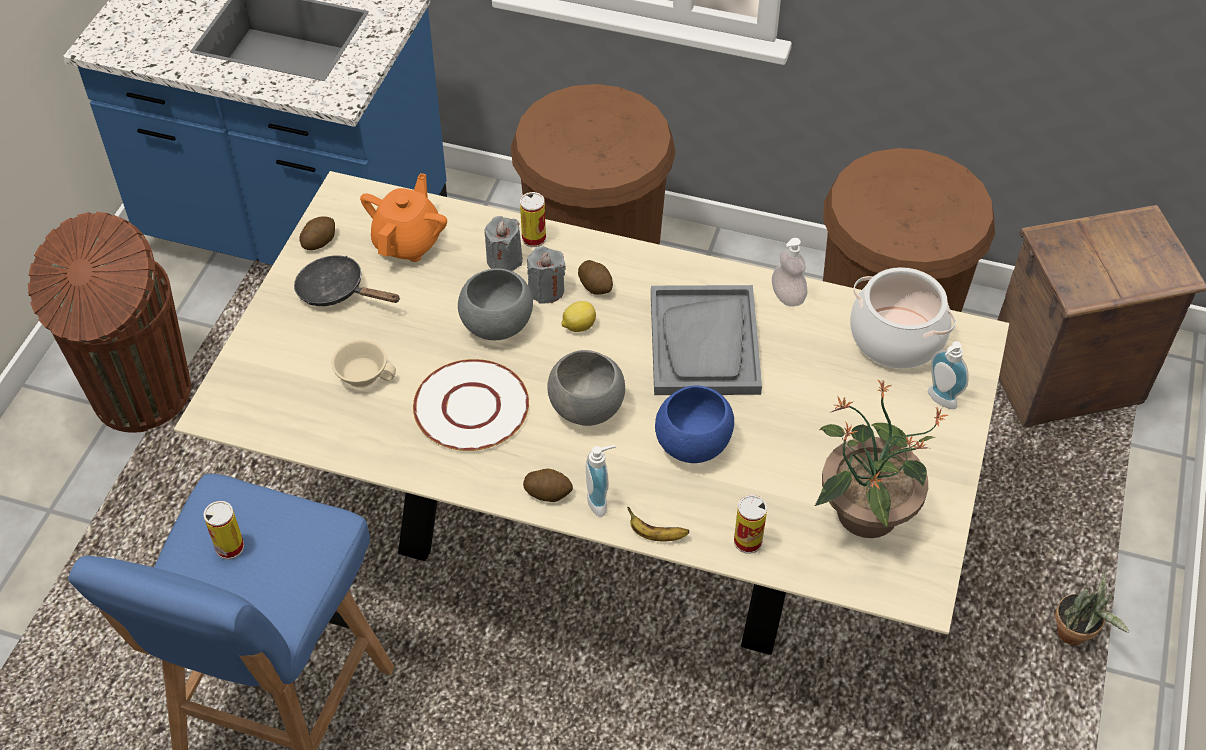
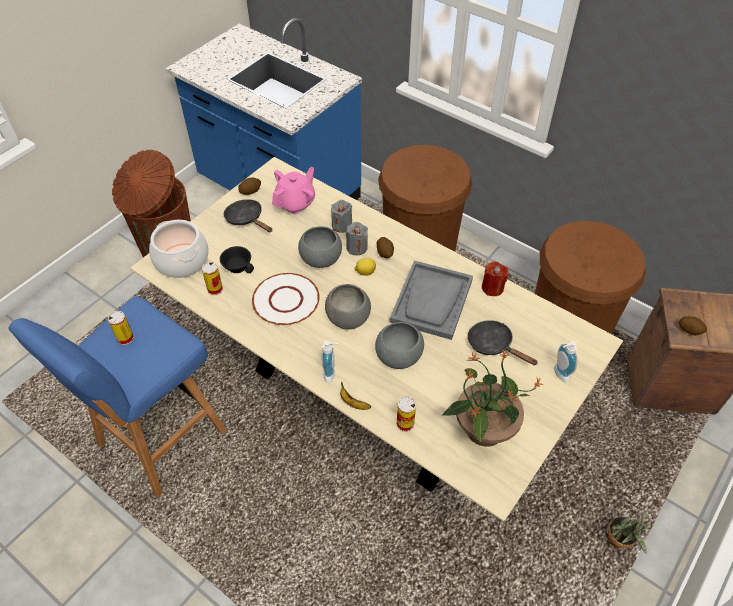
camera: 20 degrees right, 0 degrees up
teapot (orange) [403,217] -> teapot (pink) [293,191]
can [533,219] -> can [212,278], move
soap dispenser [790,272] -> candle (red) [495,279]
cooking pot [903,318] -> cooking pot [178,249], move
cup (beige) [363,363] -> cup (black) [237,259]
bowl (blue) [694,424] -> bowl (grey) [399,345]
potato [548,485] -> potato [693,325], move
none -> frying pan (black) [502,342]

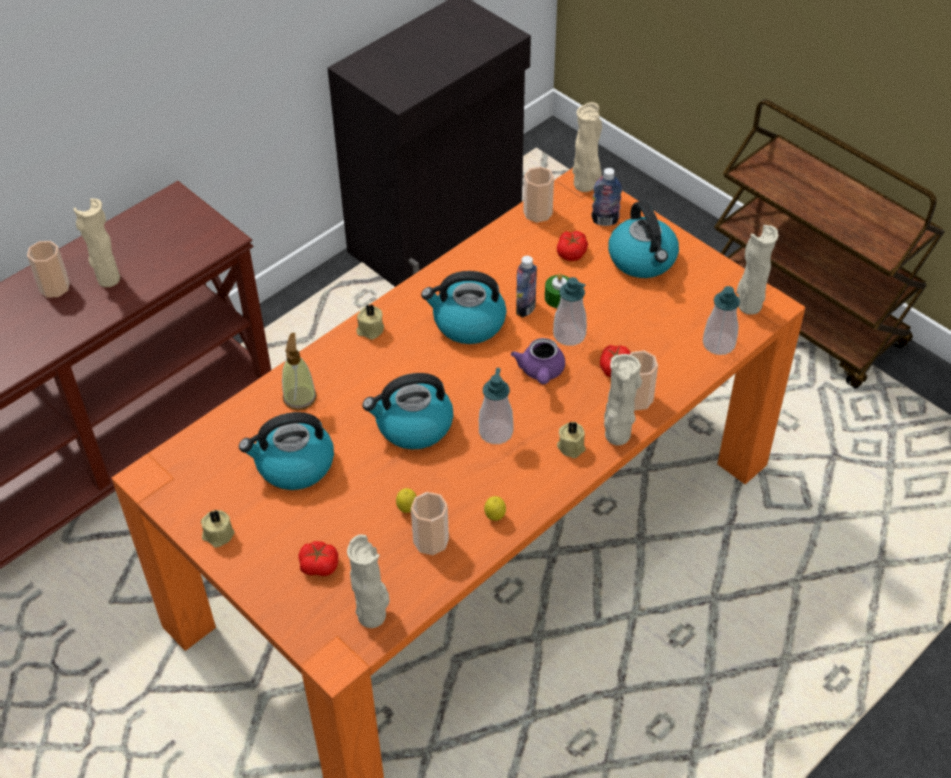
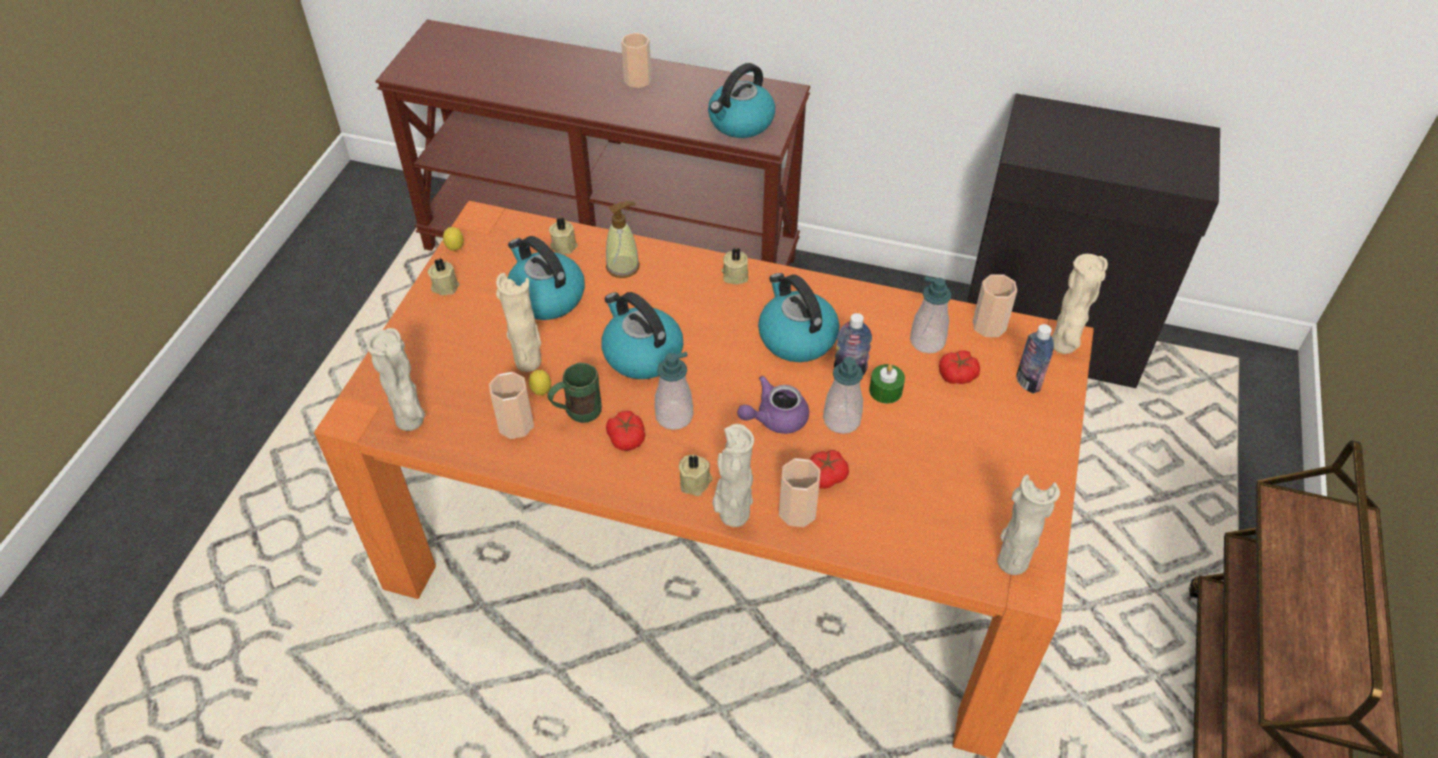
camera: 60 degrees right, 0 degrees up
vase (beige) [96,242] -> vase (beige) [519,322], move
kettle [643,239] -> kettle [741,100], move
soap dispenser [721,320] -> soap dispenser [930,315], move
lemon [495,508] -> lemon [453,239], move
tomato [318,558] -> tomato [625,431], move
none -> candle (beige) [563,236]
none -> mug (green) [574,393]

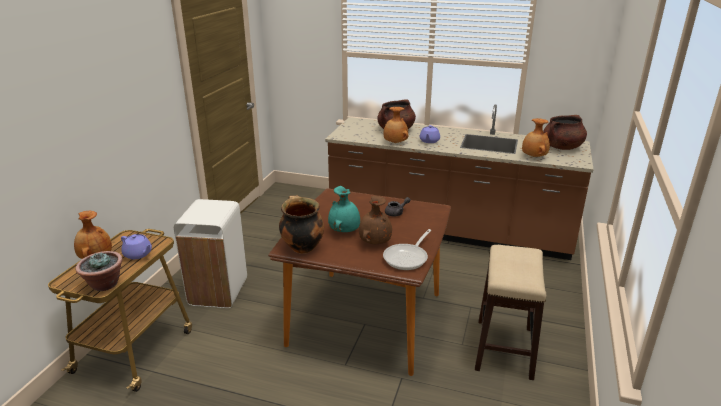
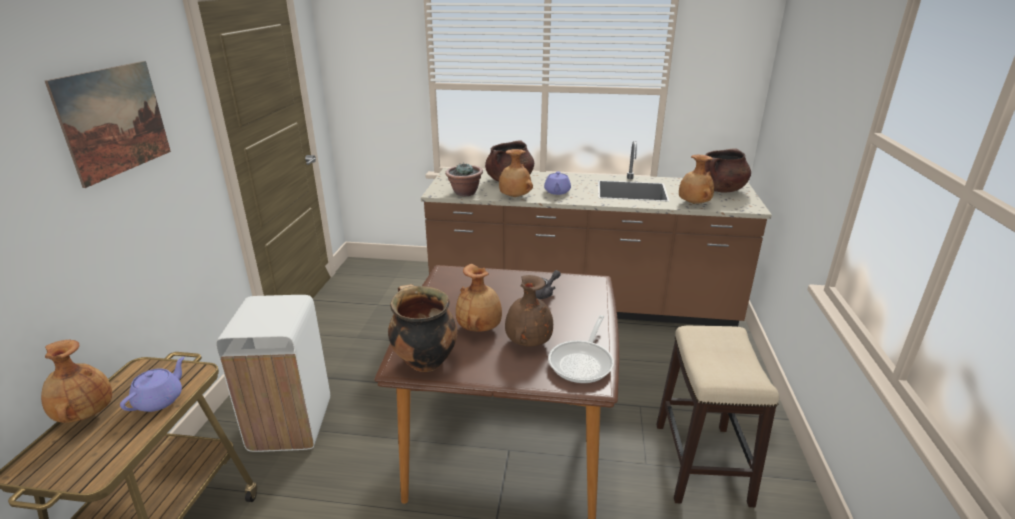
camera: 10 degrees left, 0 degrees up
vase (turquoise) [344,209] -> vase (brown) [479,298]
teapot (purple) [136,246] -> teapot (purple) [152,384], 90 degrees counterclockwise
potted plant [99,271] -> potted plant [464,179], move
none -> picture [108,124]

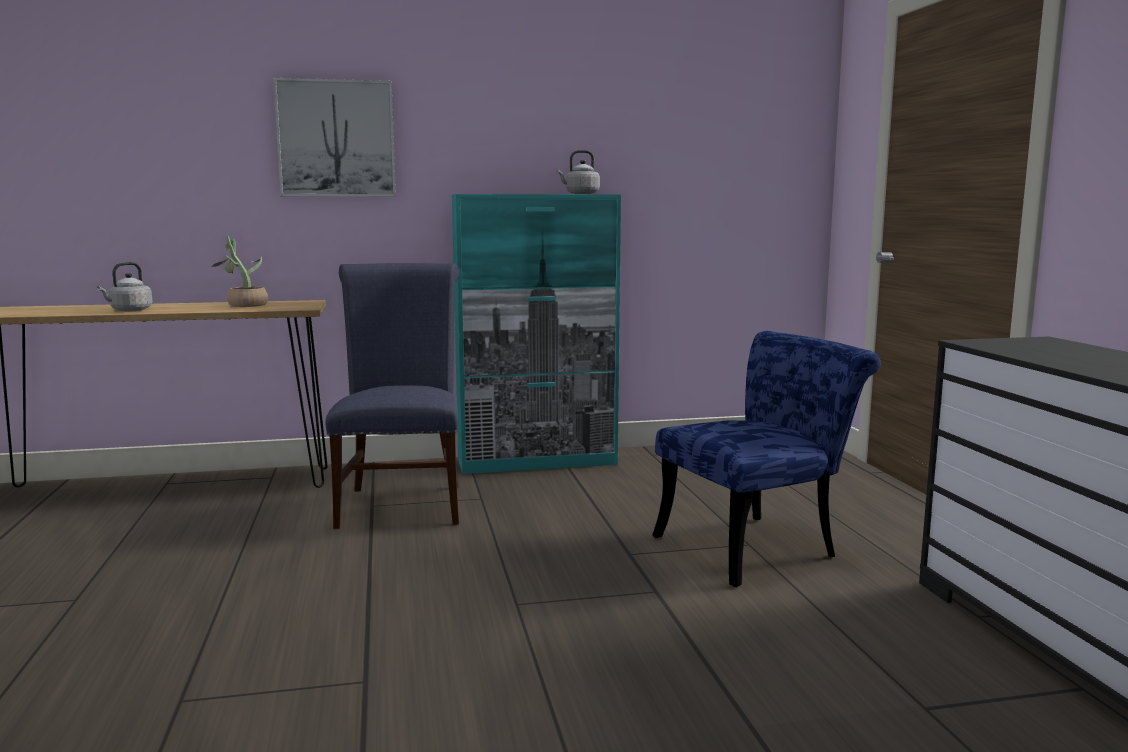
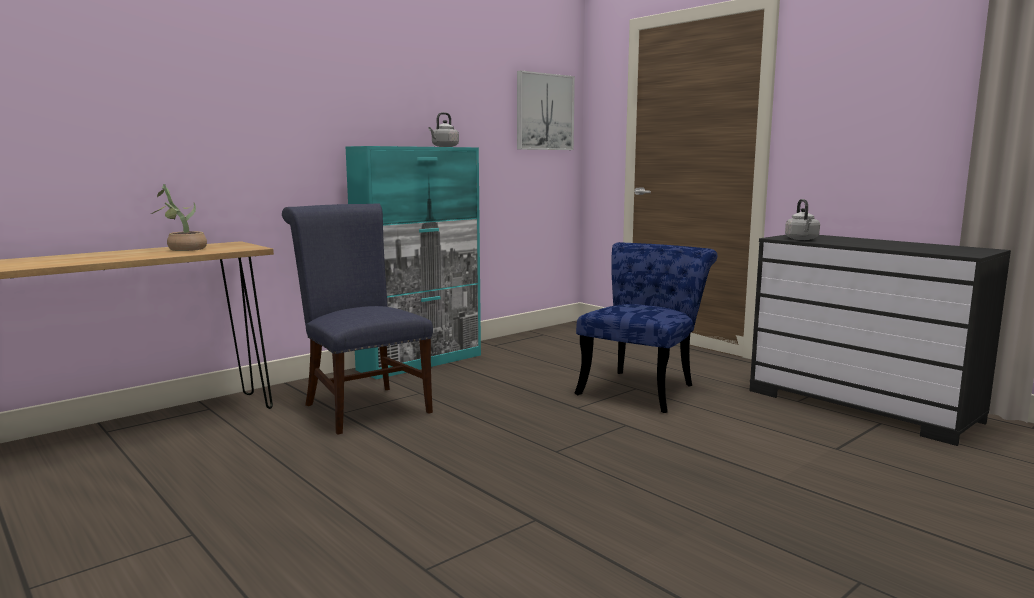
camera: 30 degrees left, 0 degrees up
picture [334,137] -> picture [546,110], move
kettle (grey) [125,287] -> kettle (grey) [802,219], move

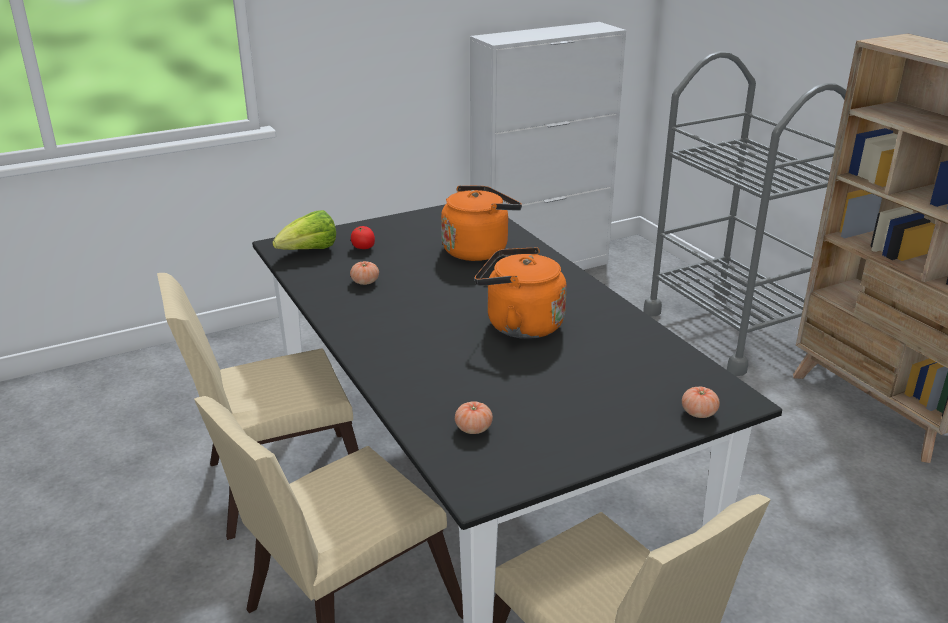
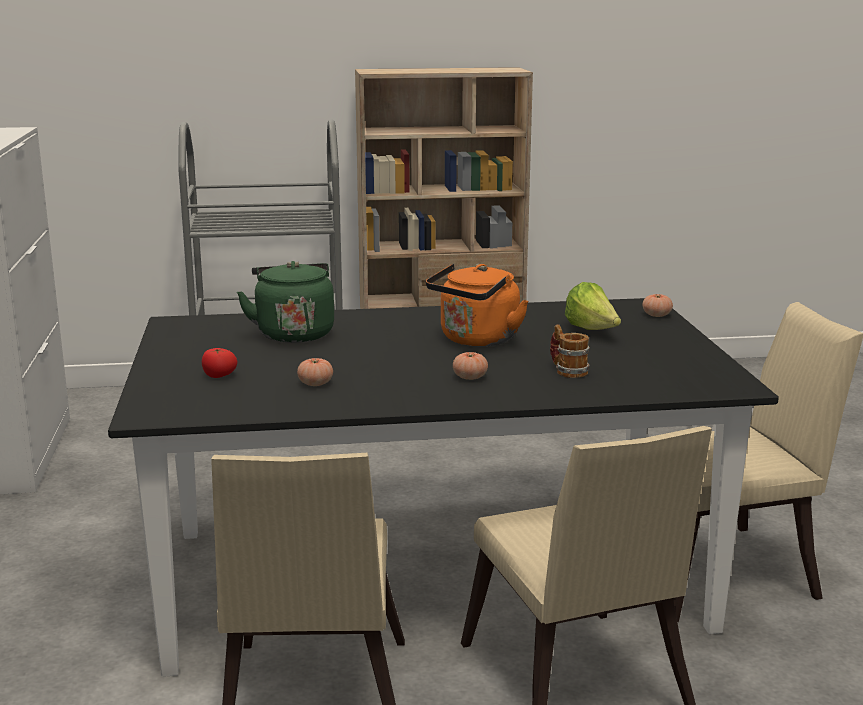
camera: 70 degrees left, 10 degrees down
kettle (orange) [481,223] -> kettle (green) [285,302]
lettuce [304,230] -> lettuce [593,306], move
tomato [474,417] -> tomato [470,366], move
none -> mug [570,351]

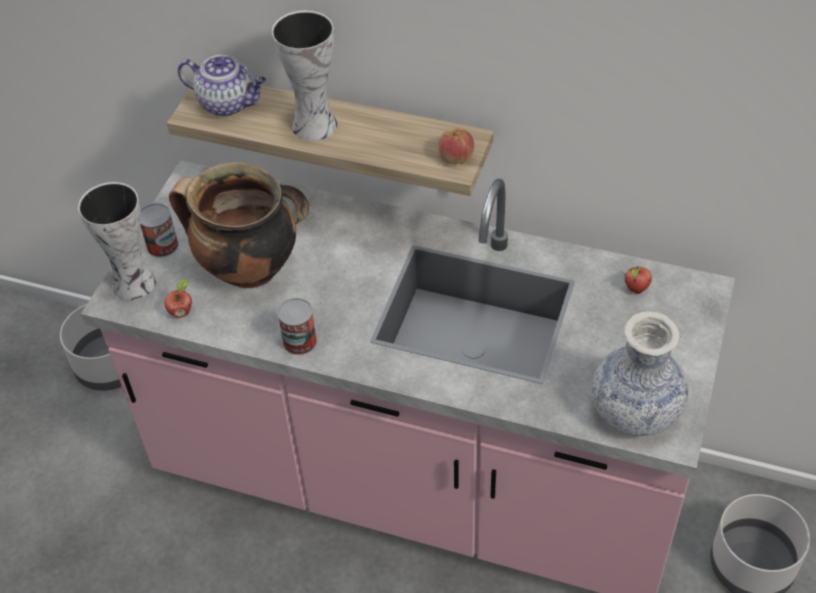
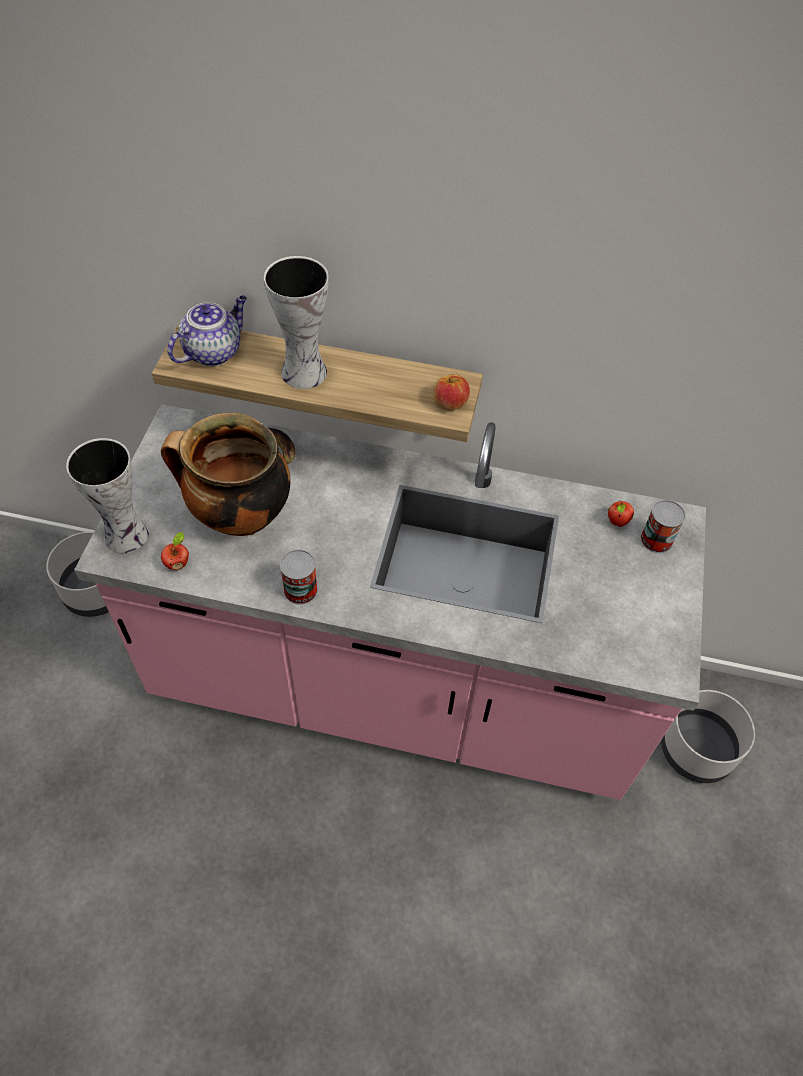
camera: 10 degrees left, 5 degrees up
teapot [222,86] -> teapot [207,330], 60 degrees counterclockwise
can [159,230] -> can [663,526], move
vase [640,373] -> none

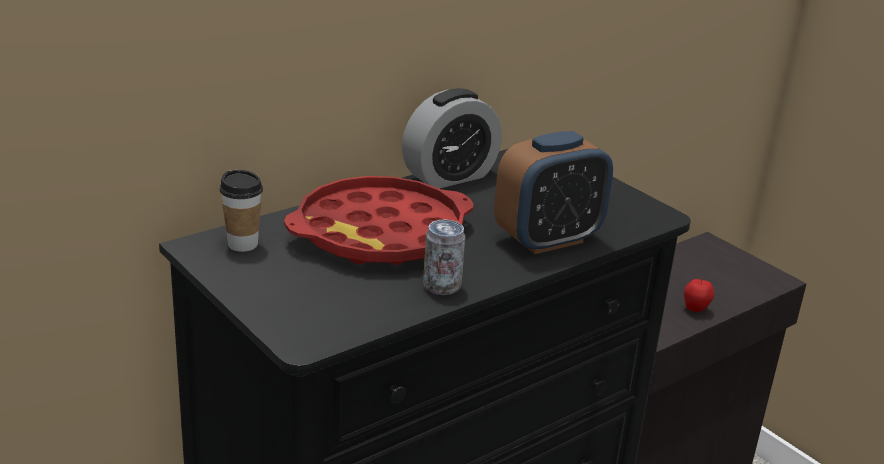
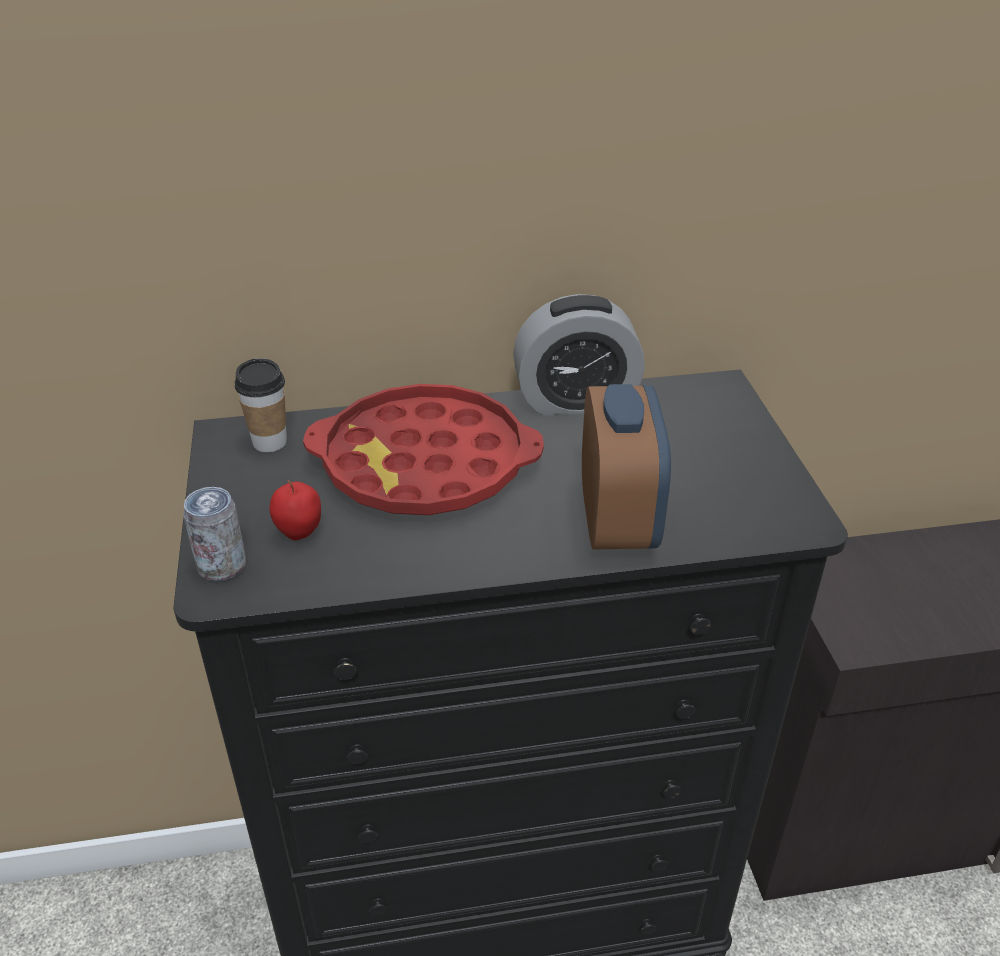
camera: 30 degrees right, 10 degrees up
alarm clock [553,192] -> alarm clock [626,467], 90 degrees counterclockwise
can [444,257] -> can [214,534], move
apple [699,295] -> apple [295,510], move

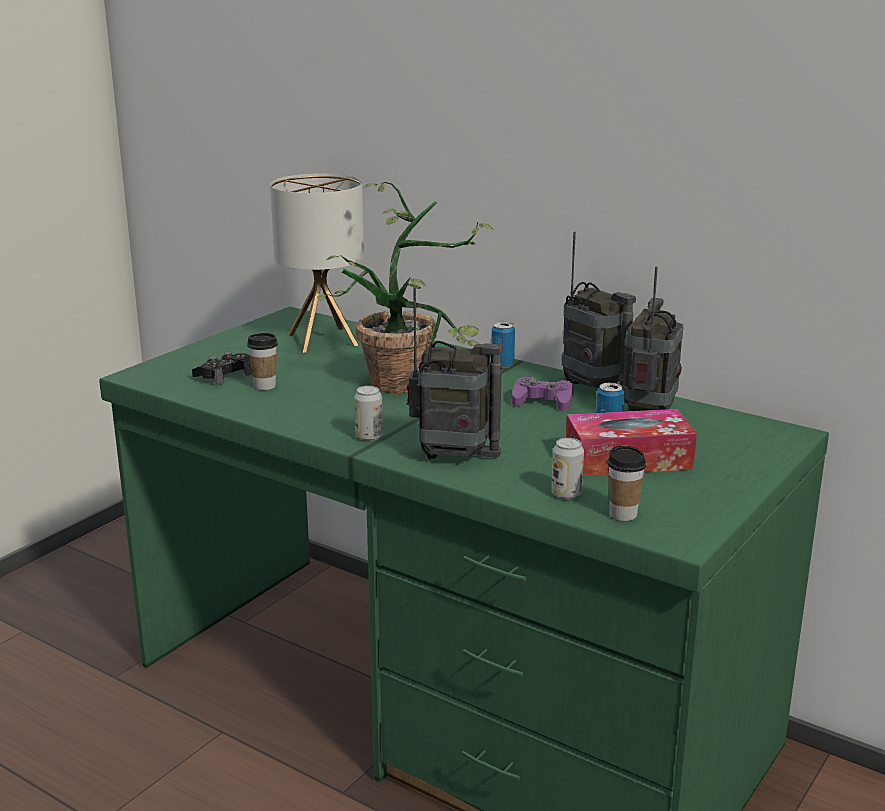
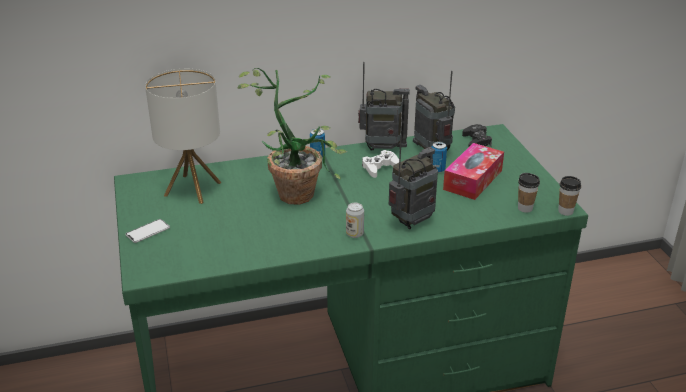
camera: 50 degrees left, 10 degrees up
cup [262,361] -> cup [569,196], move
game controller (black) [222,368] -> game controller (black) [477,135], move
game controller (purple) [543,394] -> game controller (white) [380,164]
can [568,468] -> none
none -> phone [147,231]

